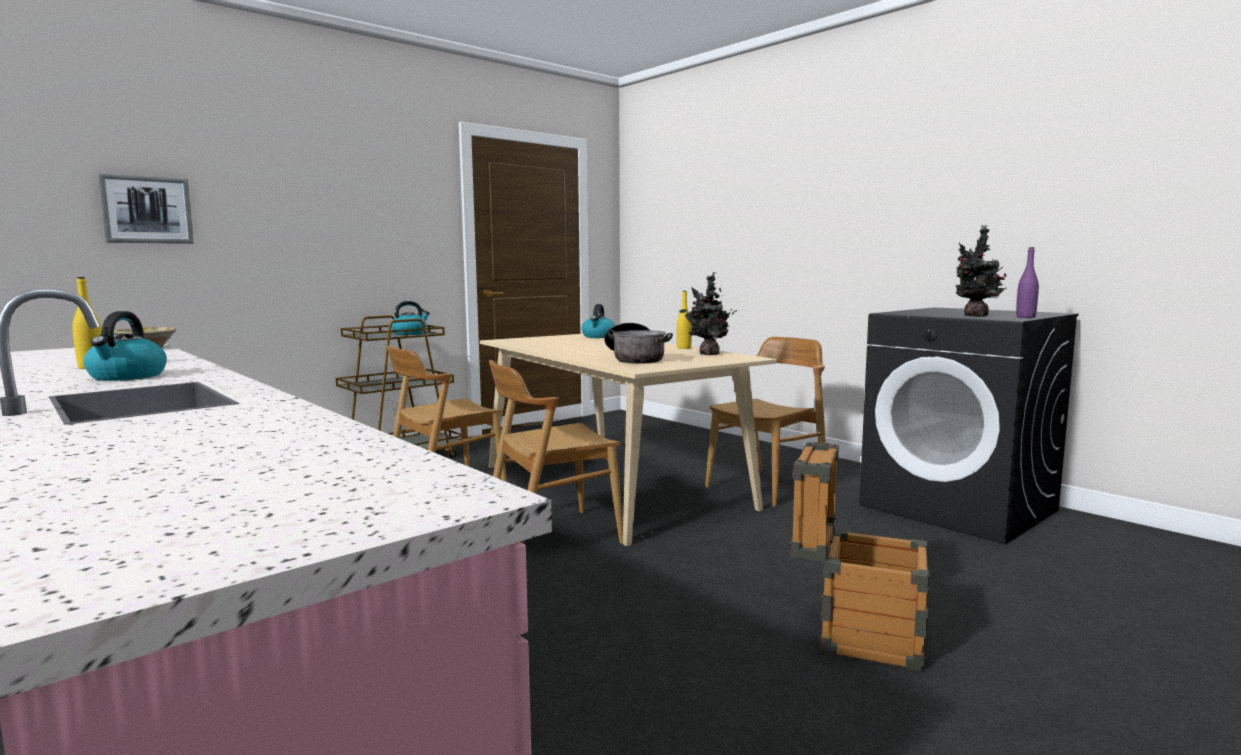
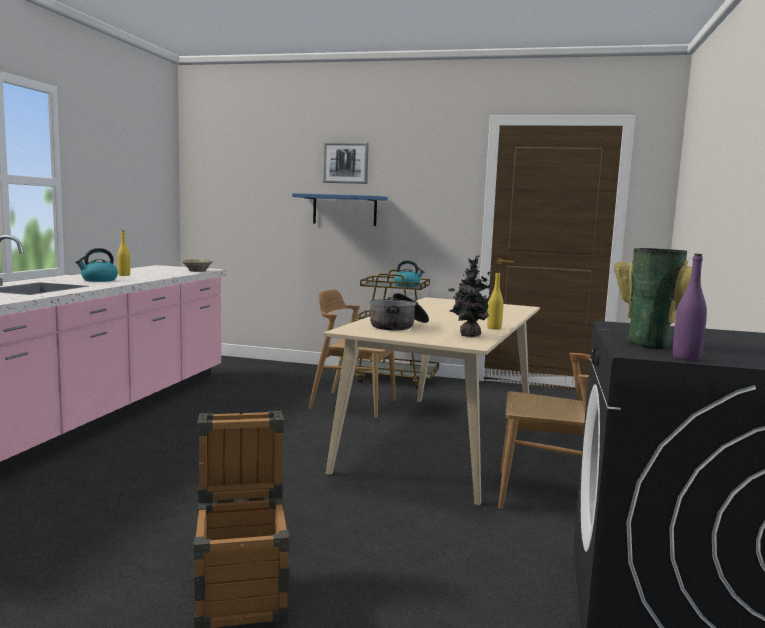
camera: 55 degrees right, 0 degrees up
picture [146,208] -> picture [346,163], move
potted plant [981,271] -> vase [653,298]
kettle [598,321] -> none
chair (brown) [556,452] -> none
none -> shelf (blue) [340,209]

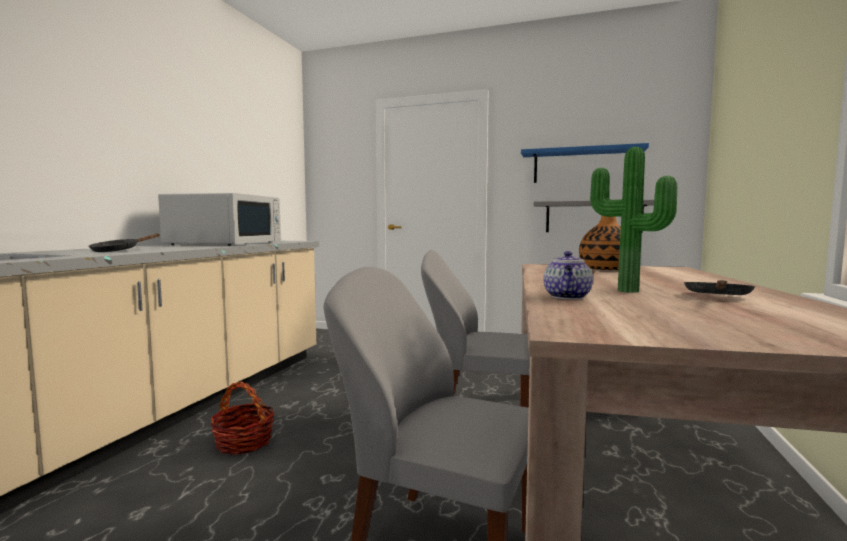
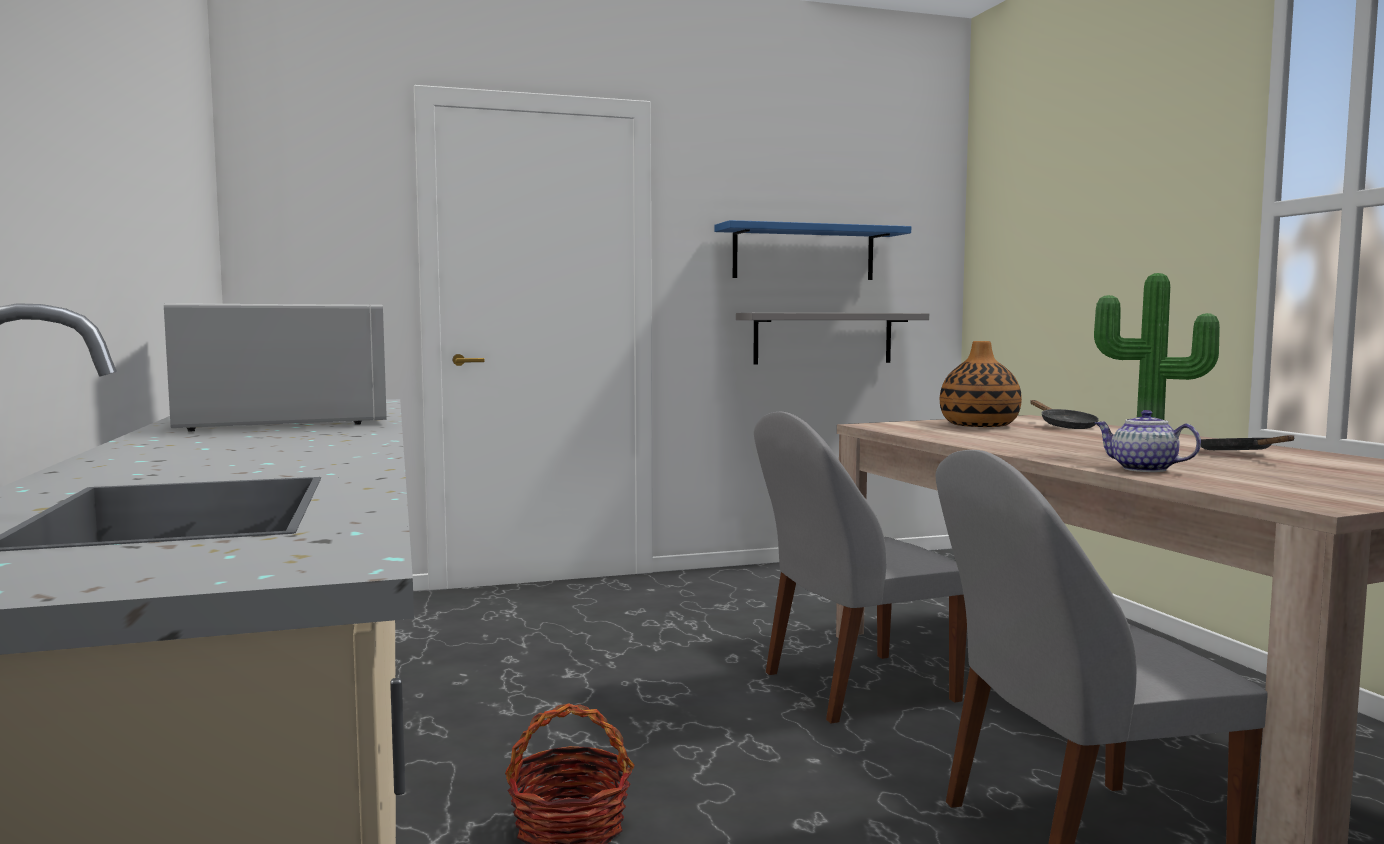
camera: 35 degrees left, 0 degrees up
frying pan (black) [124,243] -> frying pan (black) [1065,414], move
teapot [568,275] -> teapot [1148,441], 150 degrees clockwise

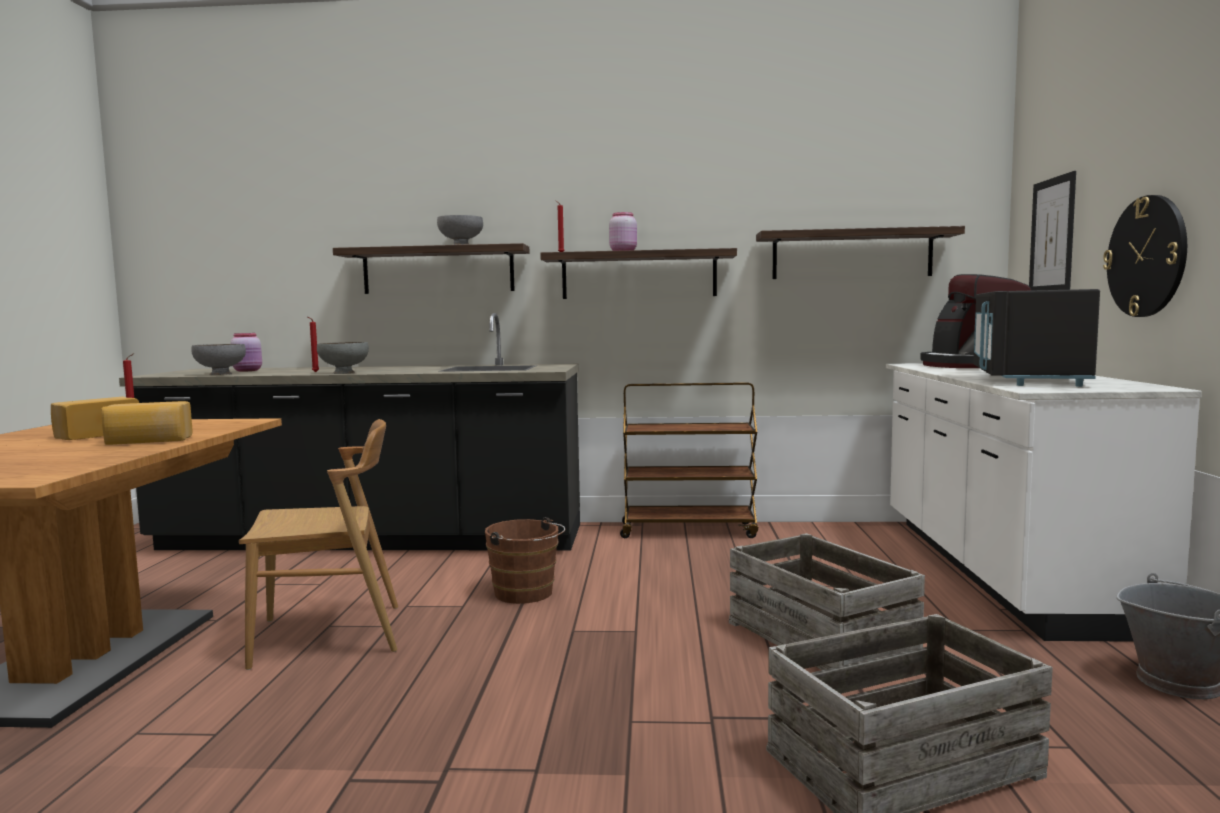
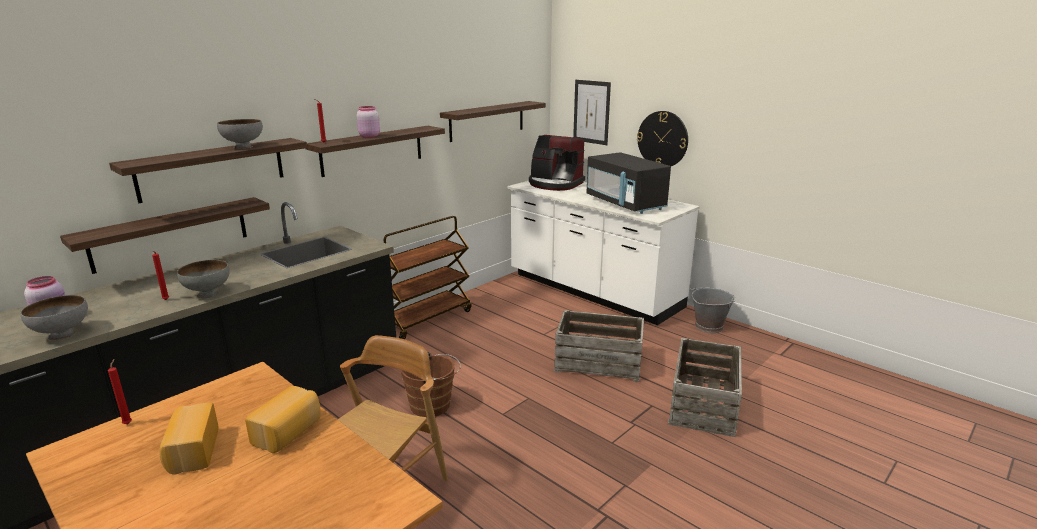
camera: 50 degrees left, 15 degrees up
none -> shelf [165,235]

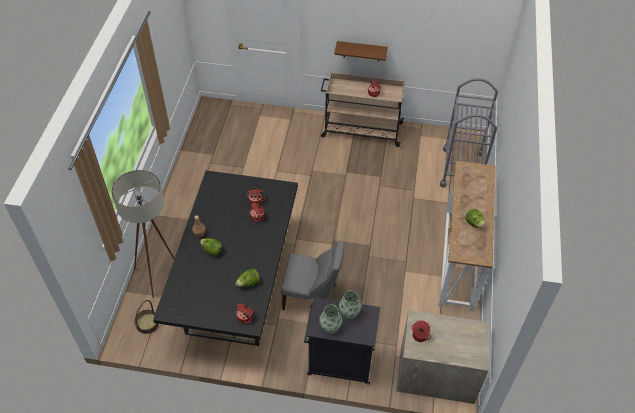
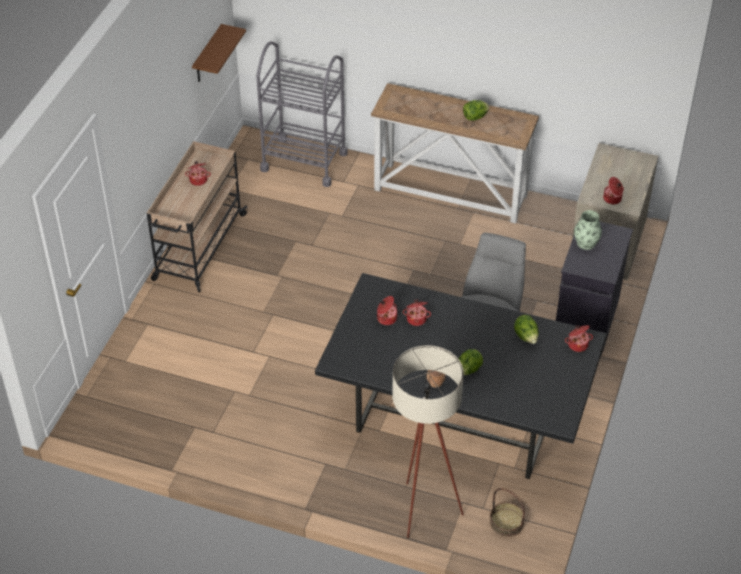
camera: 80 degrees left, 5 degrees down
shelf (brown) [361,51] -> shelf (brown) [219,53], move
vase [330,319] -> none

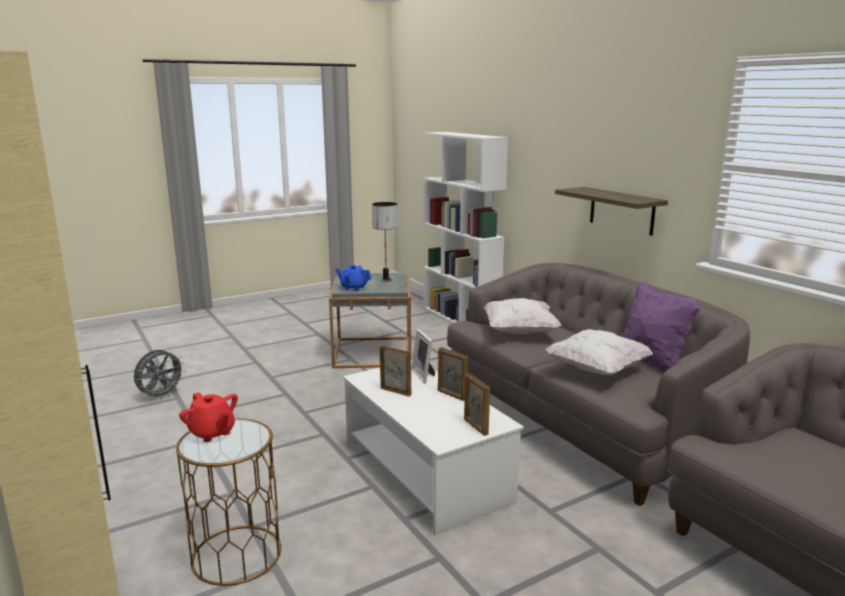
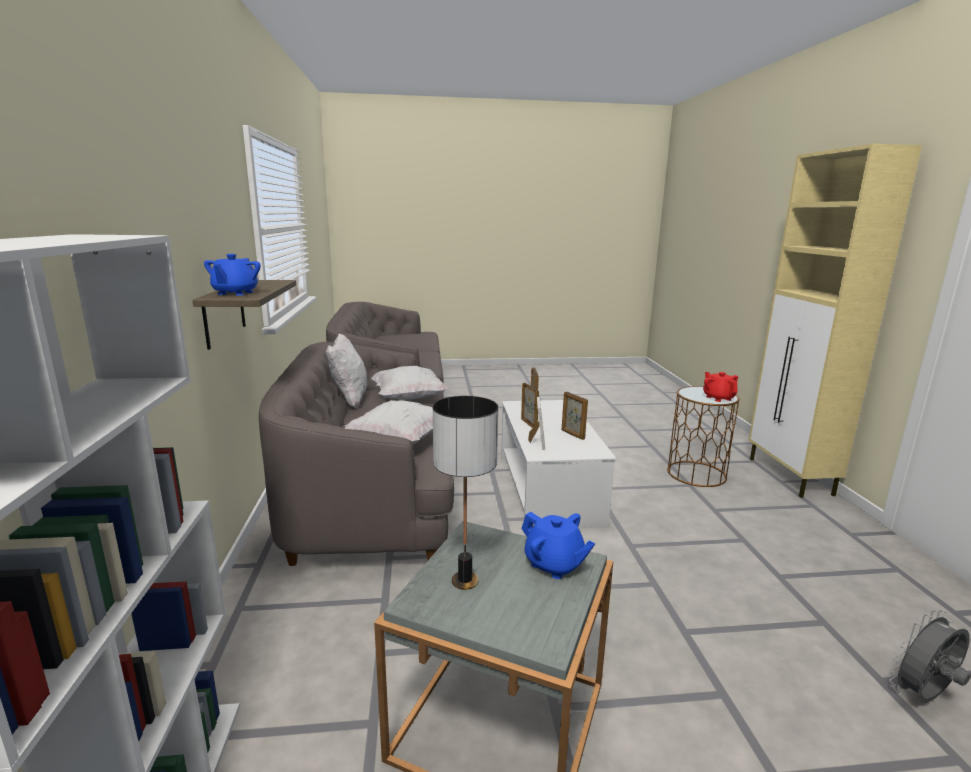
camera: 155 degrees left, 0 degrees up
pillow (purple) [660,327] -> pillow (white) [346,371]
none -> teapot (blue) [232,275]

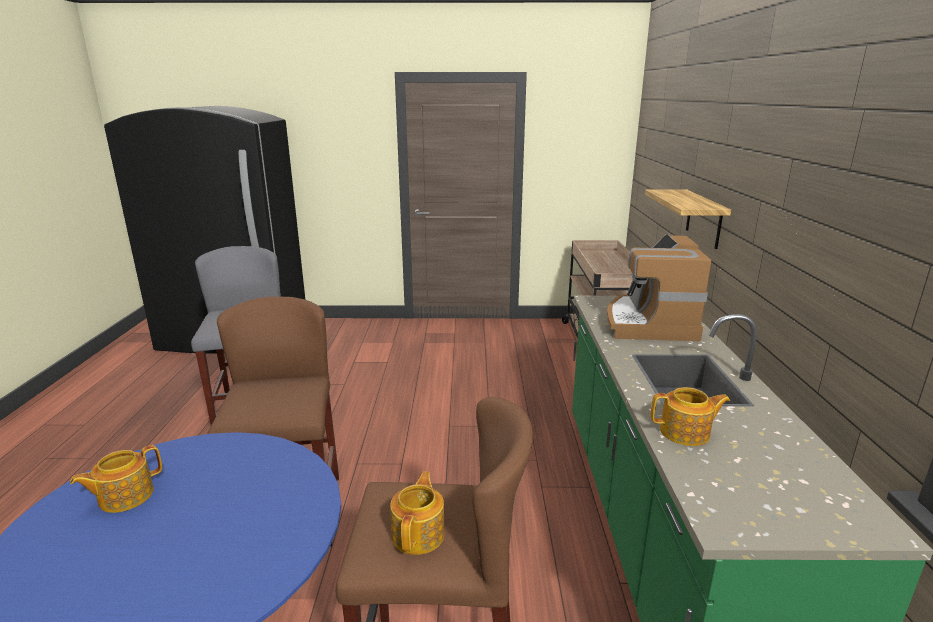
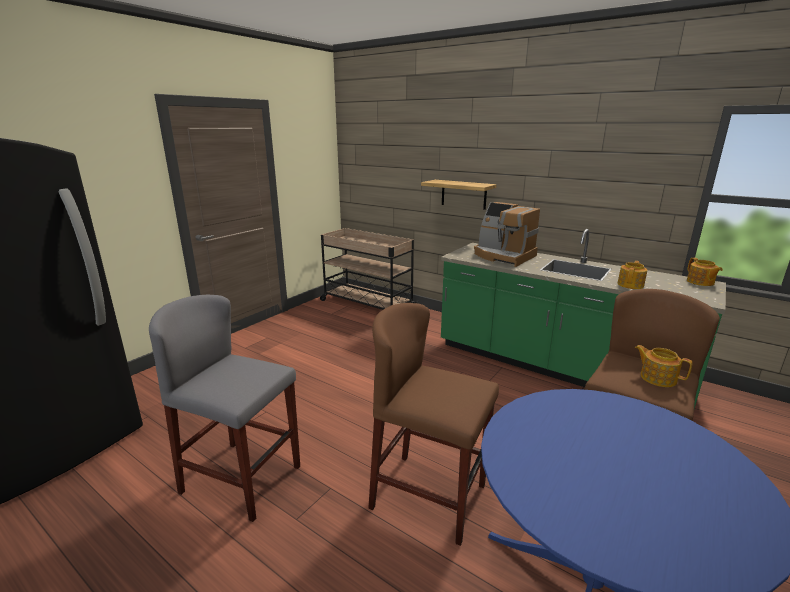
camera: 55 degrees left, 0 degrees up
teapot [116,479] -> teapot [705,272], move

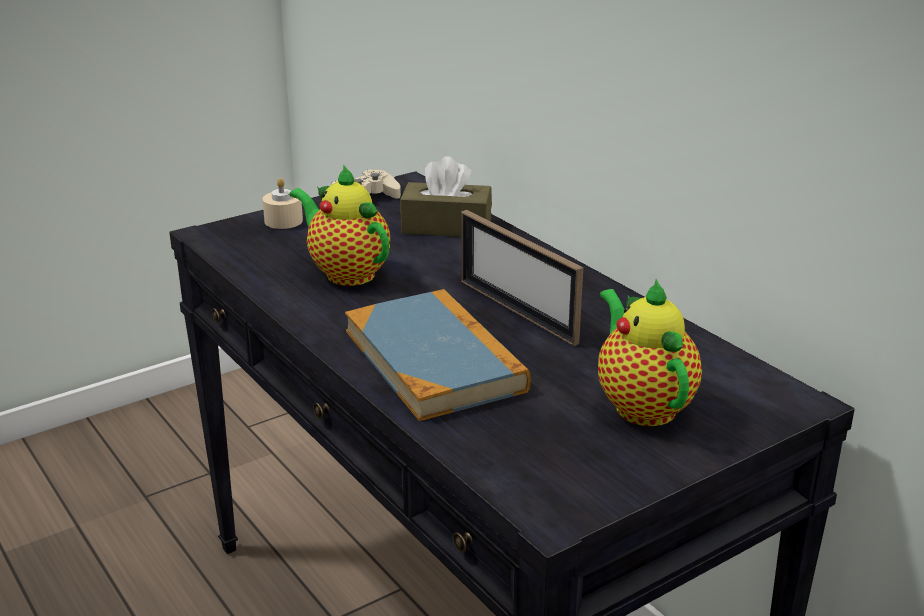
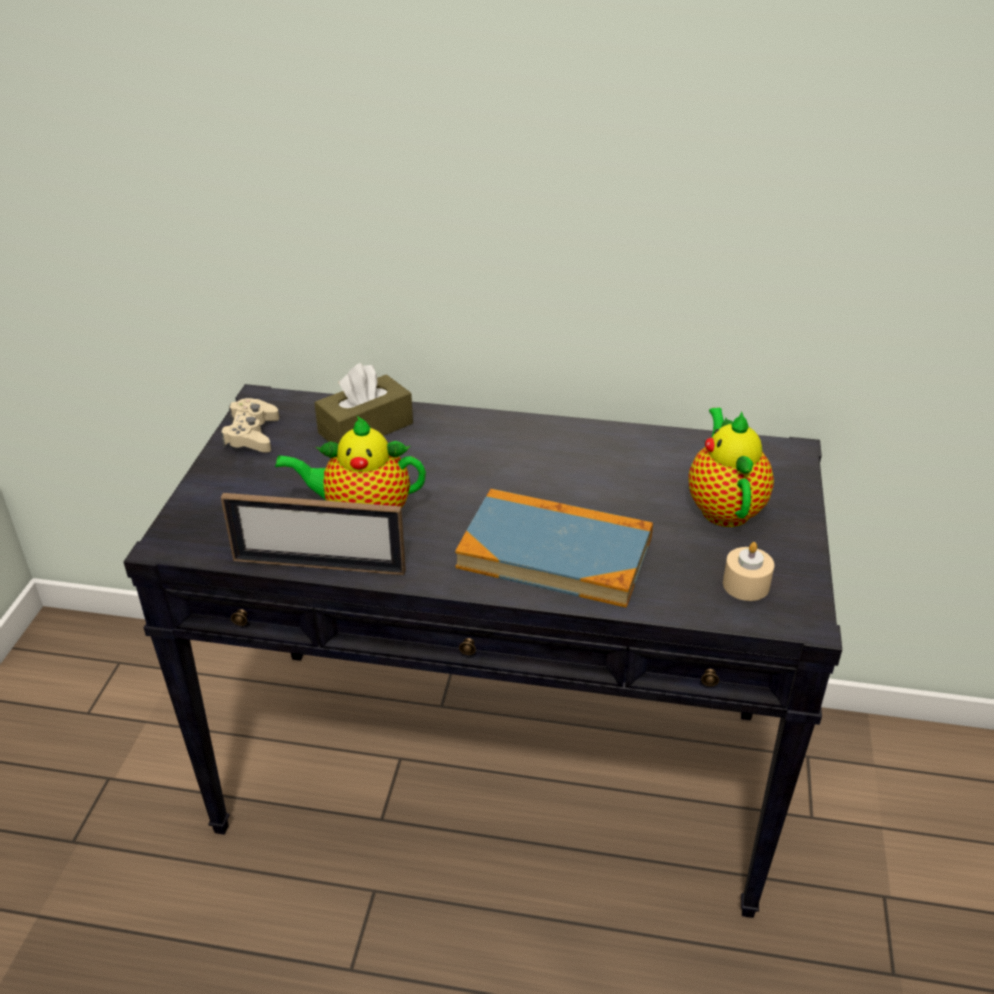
camera: 45 degrees left, 10 degrees up
candle (beige) [283,203] -> candle (beige) [748,571], move
picture frame [522,278] -> picture frame [313,534], move
teapot [650,352] -> teapot [731,467], 60 degrees clockwise

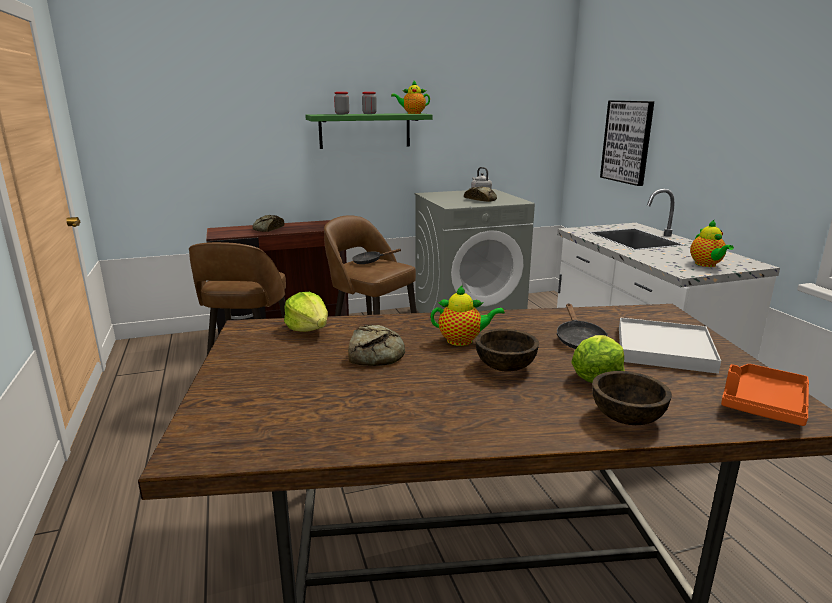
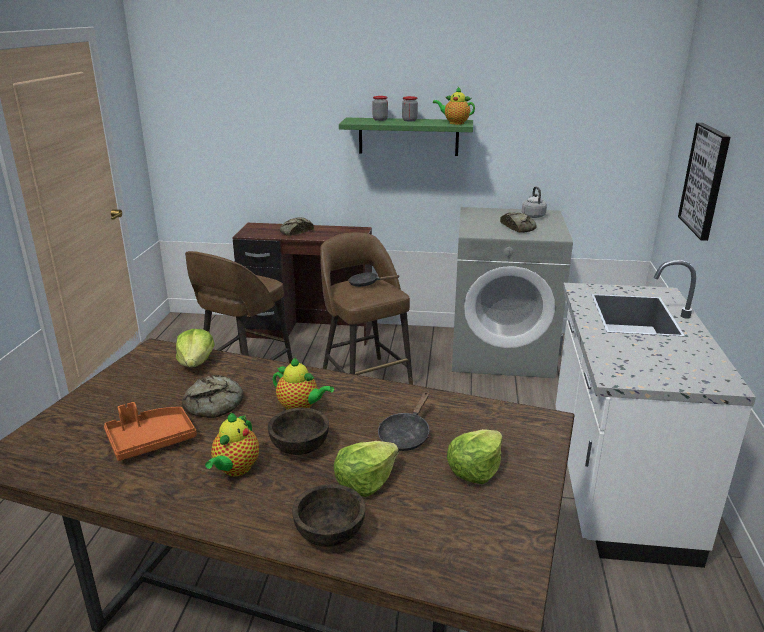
camera: 25 degrees right, 5 degrees up
teapot [712,243] -> teapot [232,444], move
tray (white) [670,345] -> lettuce [475,456]
tray (orange) [765,395] -> tray (orange) [150,431], move

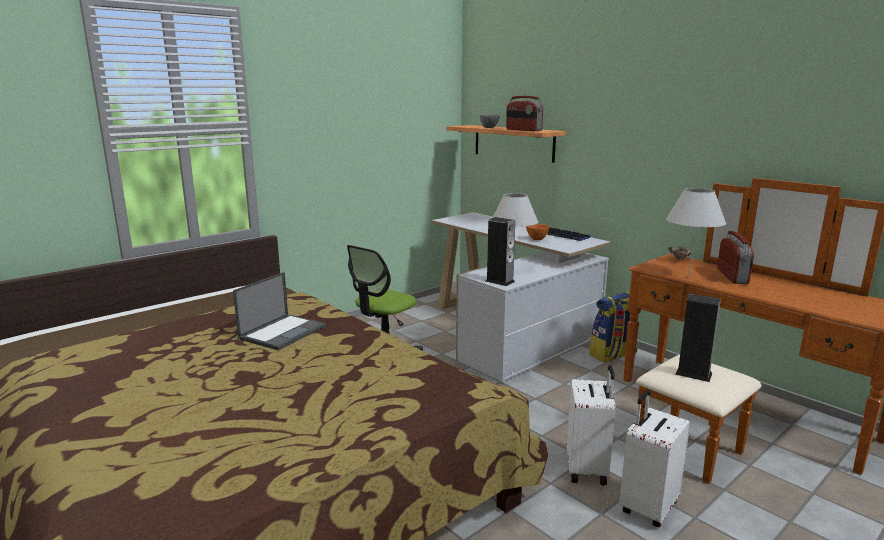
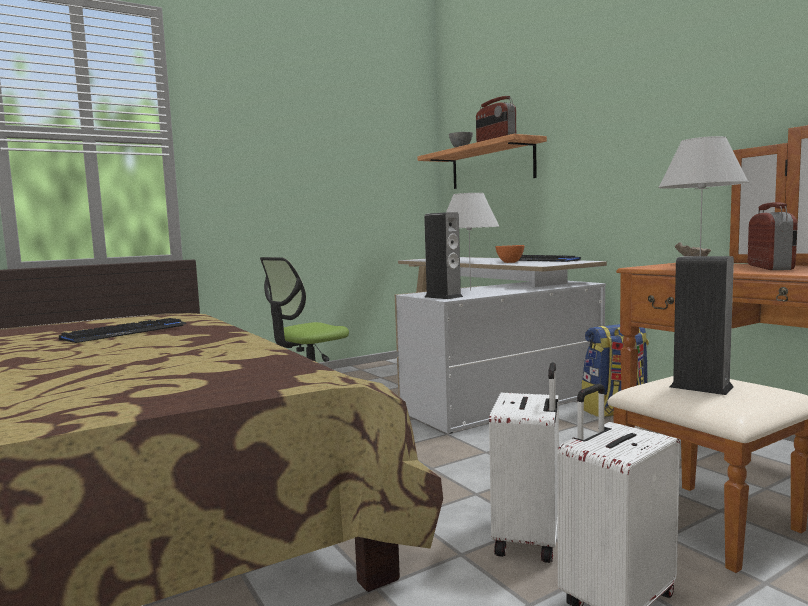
camera: 10 degrees right, 10 degrees down
laptop [279,311] -> keyboard [123,330]

